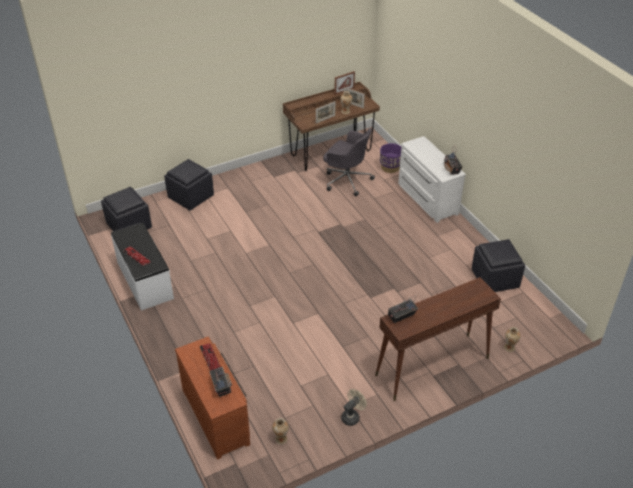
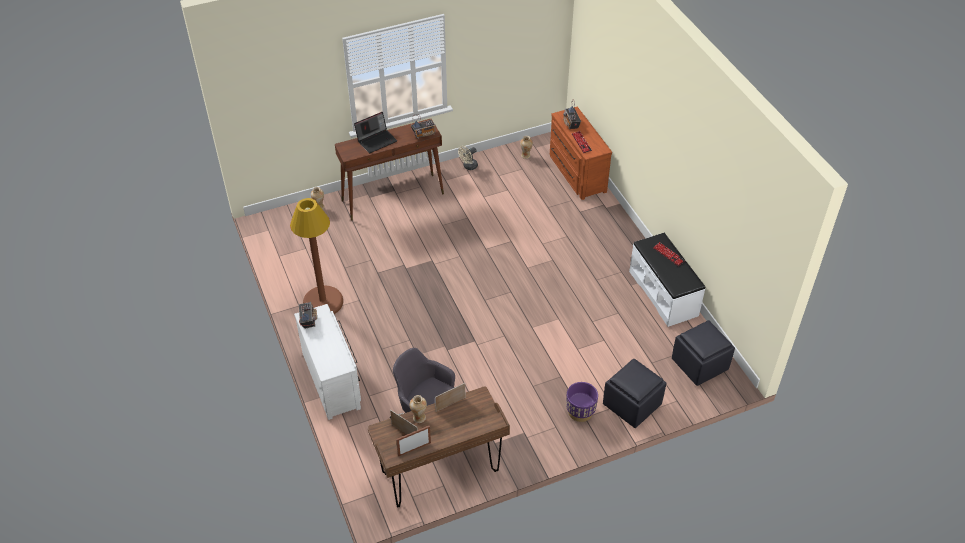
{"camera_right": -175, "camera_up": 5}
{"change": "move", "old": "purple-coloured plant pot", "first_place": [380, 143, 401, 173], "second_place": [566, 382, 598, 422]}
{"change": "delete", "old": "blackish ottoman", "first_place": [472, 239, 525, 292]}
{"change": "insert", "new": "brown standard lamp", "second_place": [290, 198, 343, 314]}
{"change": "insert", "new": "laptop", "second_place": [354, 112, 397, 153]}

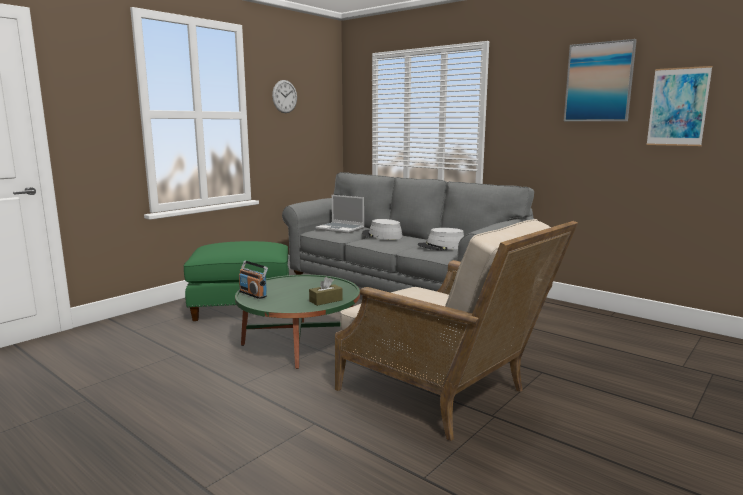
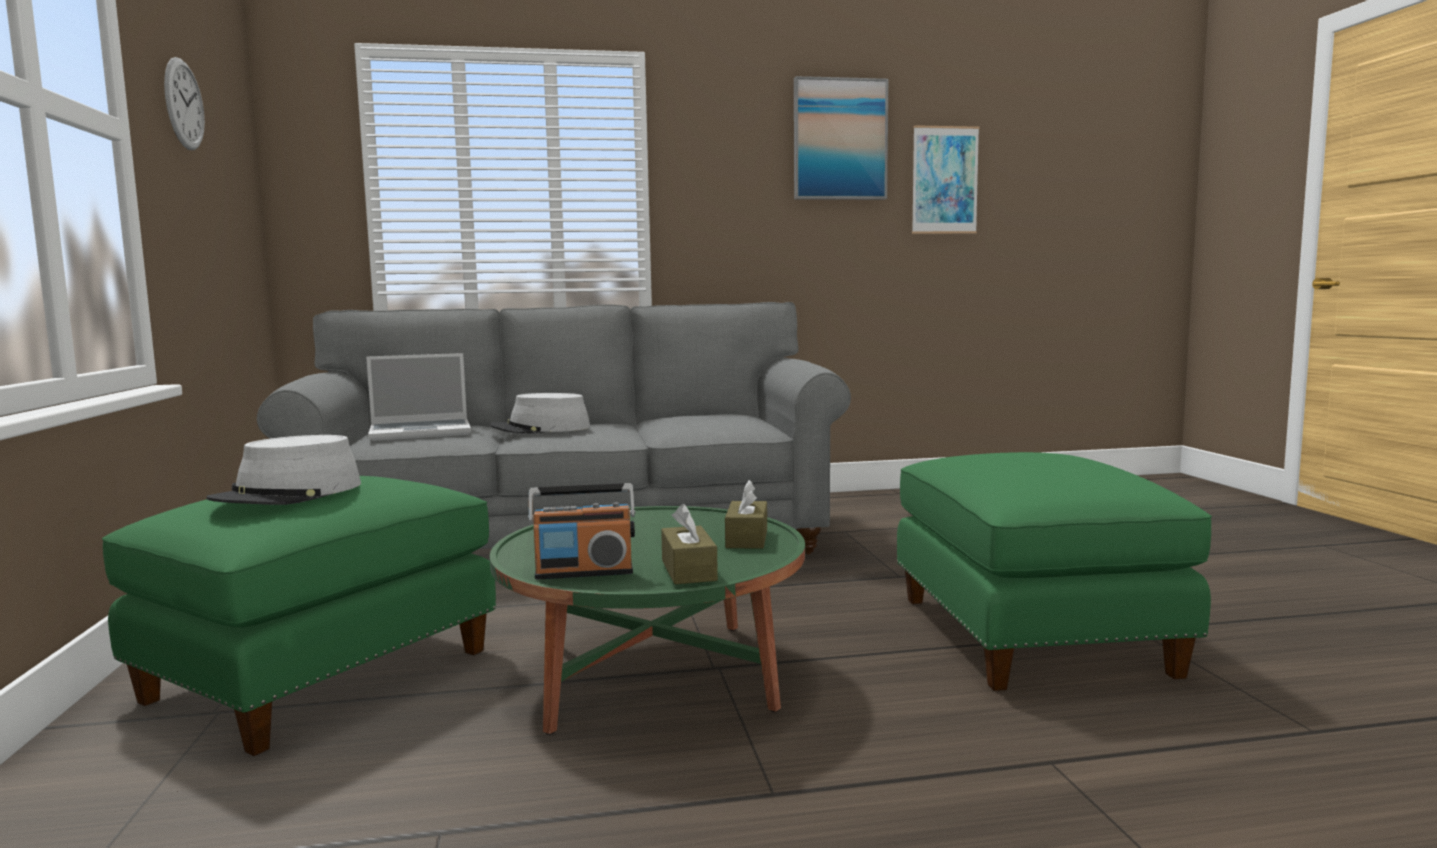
{"camera_right": -50, "camera_up": -5}
{"change": "replace", "old": "beige-coloured easy chair", "new": "greenish ottoman", "first_place": [335, 219, 578, 441], "second_place": [897, 452, 1212, 691]}
{"change": "move", "old": "grey hat", "first_place": [418, 228, 464, 250], "second_place": [206, 435, 361, 505]}
{"change": "insert", "new": "brown tissue holder", "second_place": [661, 504, 718, 584]}

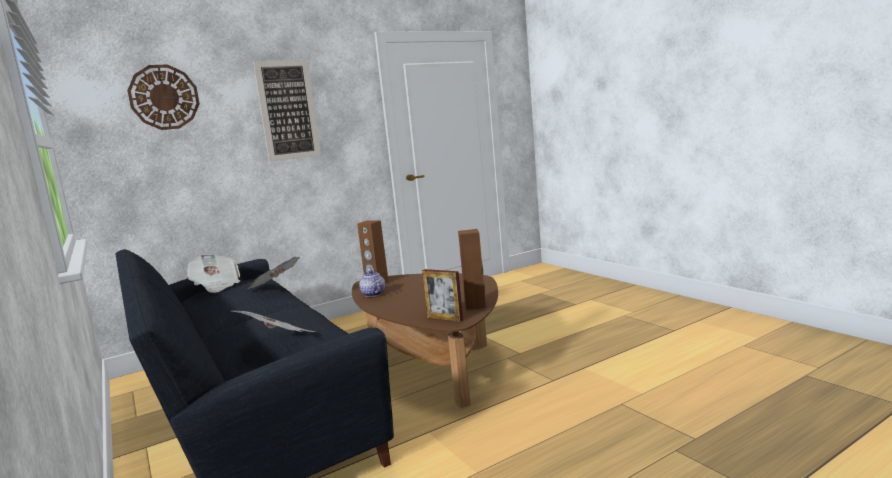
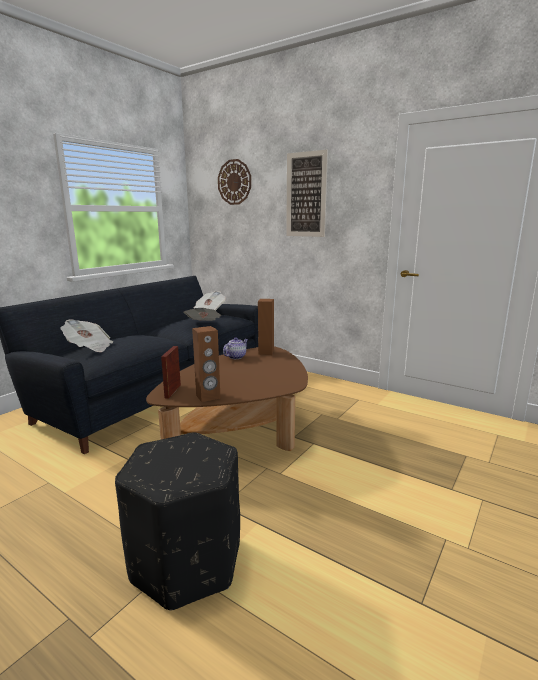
{"camera_right": 65, "camera_up": 5}
{"change": "insert", "new": "blackish ottoman", "second_place": [115, 432, 240, 611]}

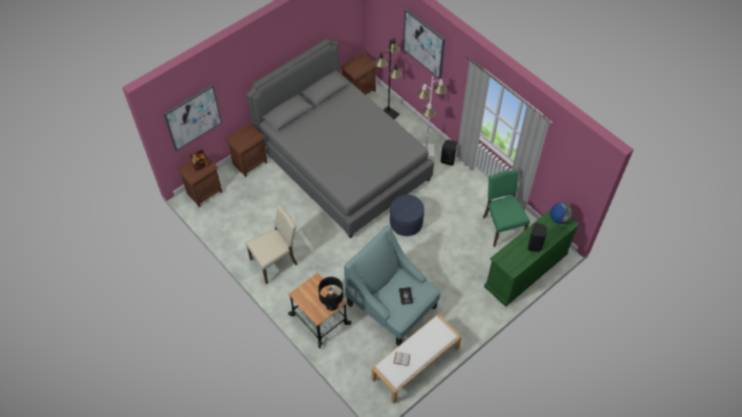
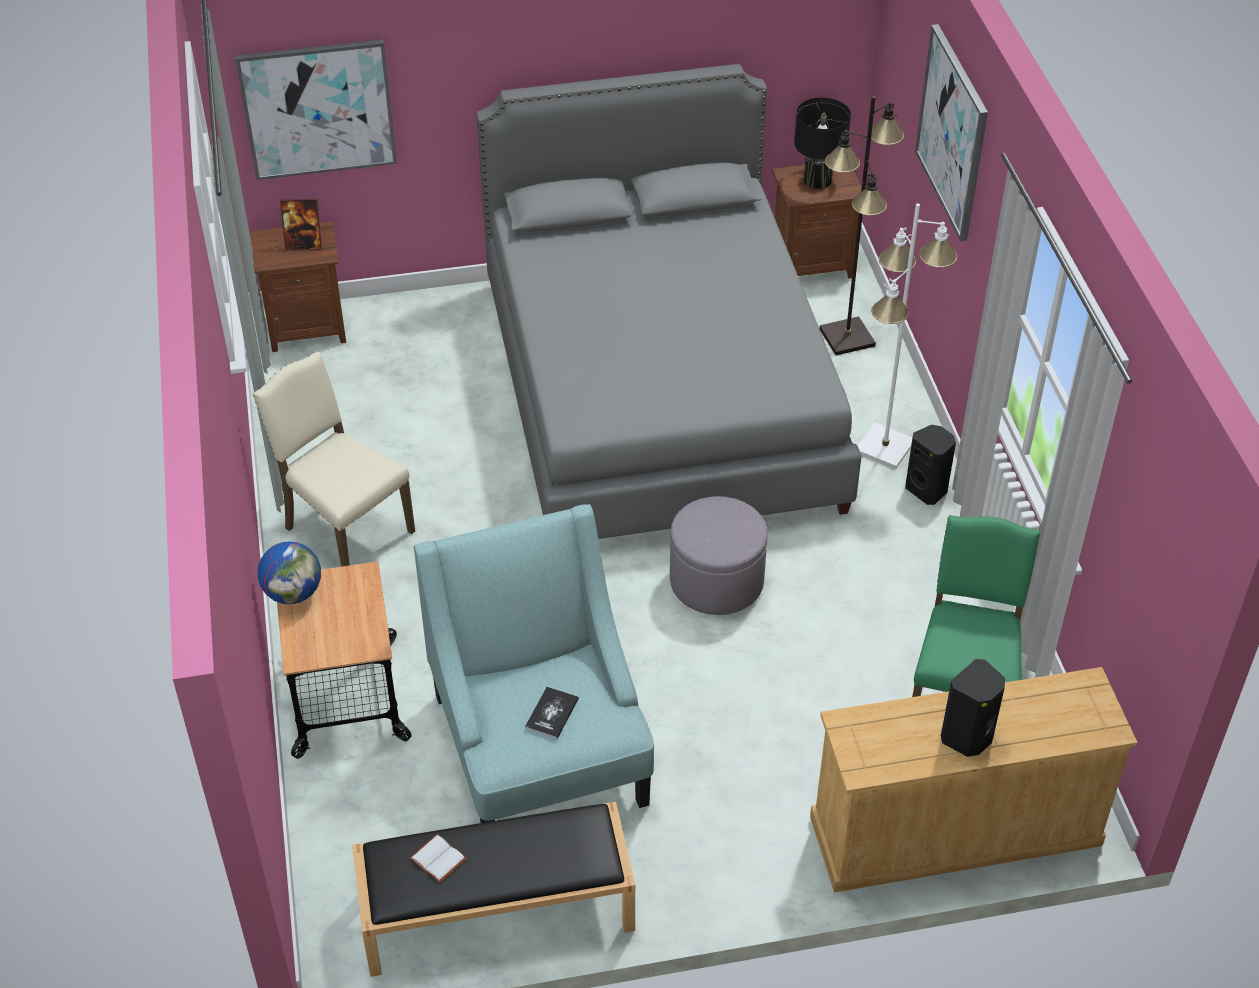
{"camera_right": 30, "camera_up": -10}
{"change": "delete", "old": "brown night table", "first_place": [225, 123, 268, 177]}
{"change": "rotate", "old": "beige-coloured chair", "first_place": [245, 205, 298, 284], "second_place": [252, 352, 415, 567], "degrees": -135}
{"change": "move", "old": "blackish tabletop lamp", "first_place": [318, 277, 344, 311], "second_place": [794, 98, 851, 189]}
{"change": "recolor", "old": "white bench", "new": "blackish bench", "first_place": [371, 314, 462, 403], "second_place": [352, 802, 635, 977]}
{"change": "recolor", "old": "blue ottoman", "new": "grey ottoman", "first_place": [390, 195, 424, 236], "second_place": [670, 496, 768, 615]}
{"change": "recolor", "old": "greenish chest of drawers", "new": "beige-coloured chest of drawers", "first_place": [484, 209, 579, 307], "second_place": [810, 667, 1138, 893]}
{"change": "move", "old": "world globe", "first_place": [550, 202, 572, 224], "second_place": [258, 542, 321, 604]}

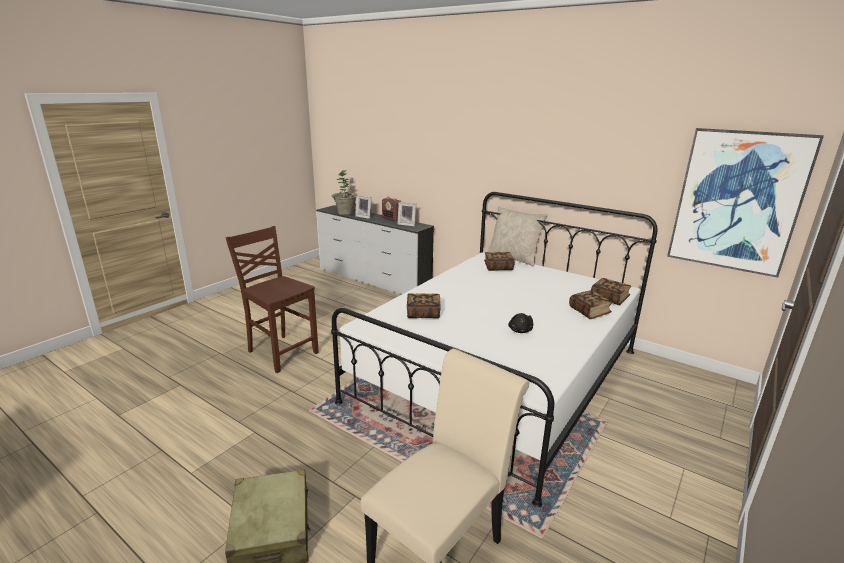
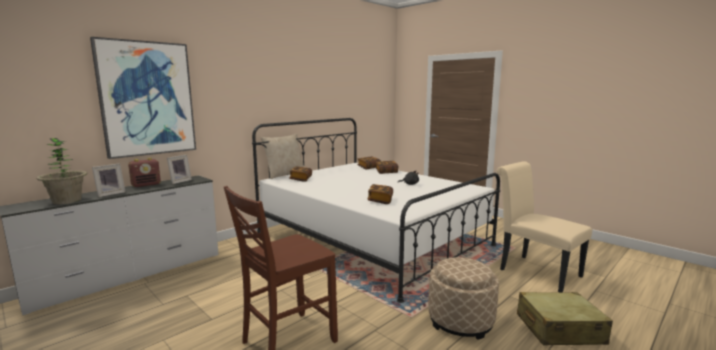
{"camera_right": -80, "camera_up": -10}
{"change": "move", "old": "wall art", "first_place": [667, 128, 824, 278], "second_place": [90, 37, 196, 159]}
{"change": "insert", "new": "beige-coloured ottoman", "second_place": [428, 257, 499, 340]}

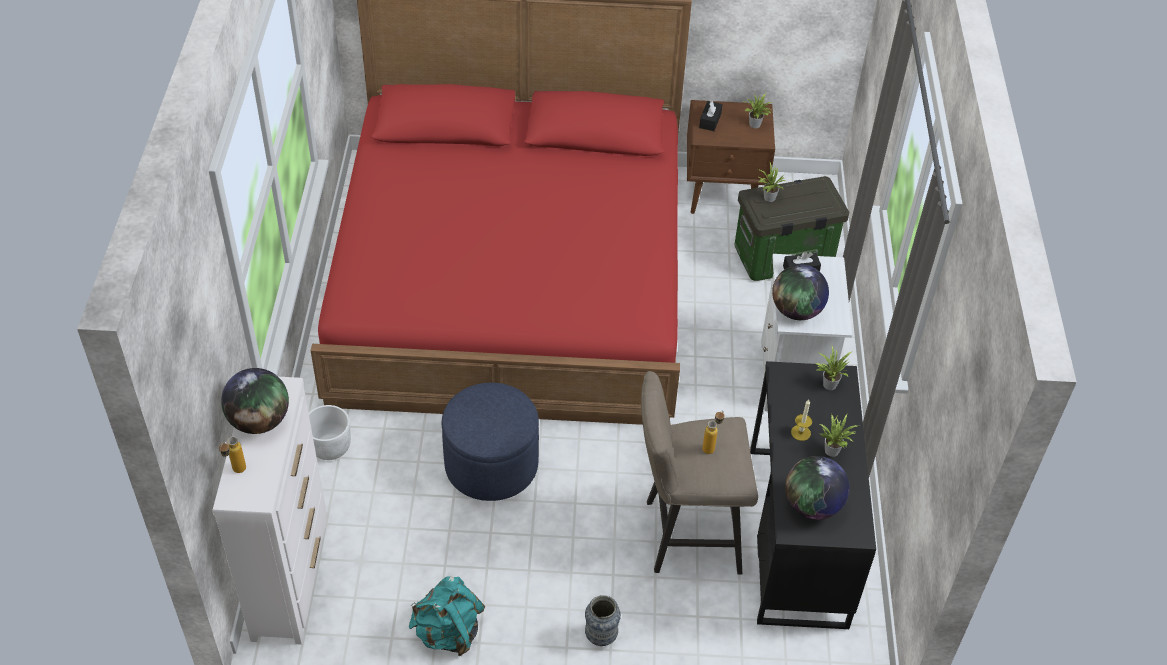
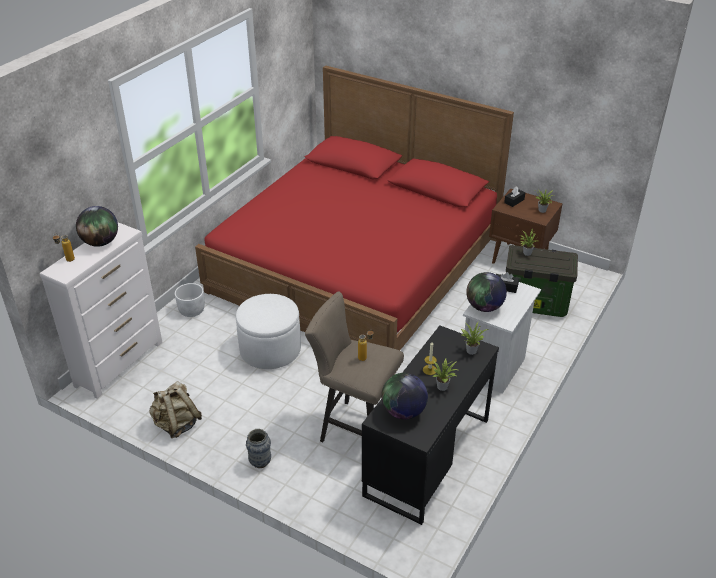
{"camera_right": 30, "camera_up": -10}
{"change": "recolor", "old": "blue-green backpack", "new": "beige-coloured backpack", "first_place": [409, 576, 485, 656], "second_place": [149, 381, 202, 438]}
{"change": "recolor", "old": "blue ottoman", "new": "white ottoman", "first_place": [442, 383, 539, 501], "second_place": [236, 294, 301, 369]}

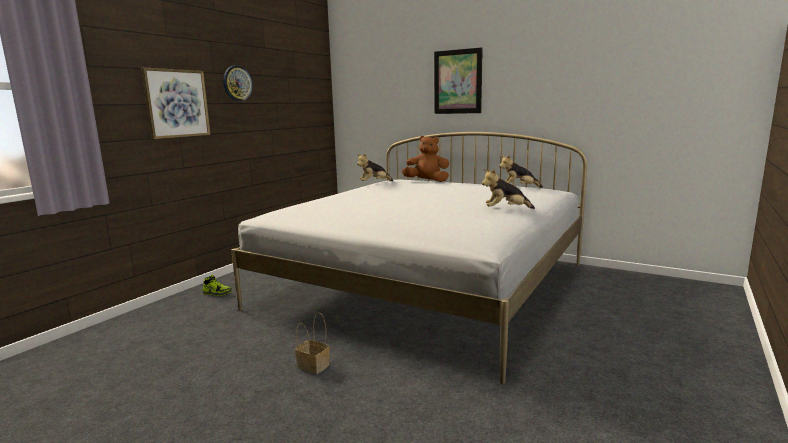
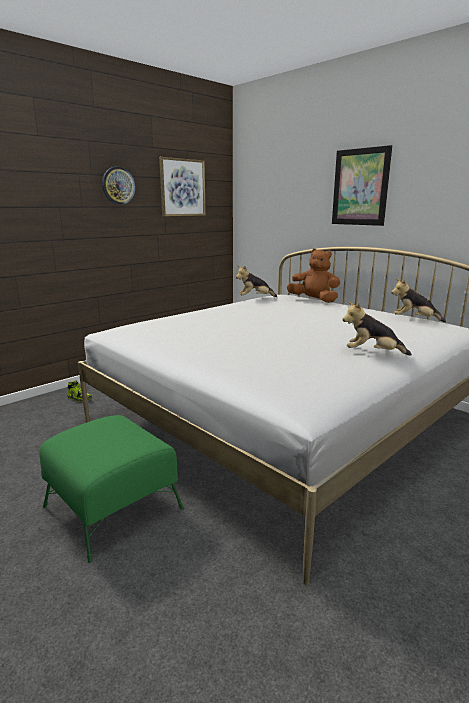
{"camera_right": 15, "camera_up": 5}
{"change": "move", "old": "wall art", "first_place": [141, 68, 211, 139], "second_place": [159, 157, 206, 216]}
{"change": "replace", "old": "storage basket", "new": "greenish ottoman", "first_place": [295, 312, 330, 374], "second_place": [39, 415, 184, 563]}

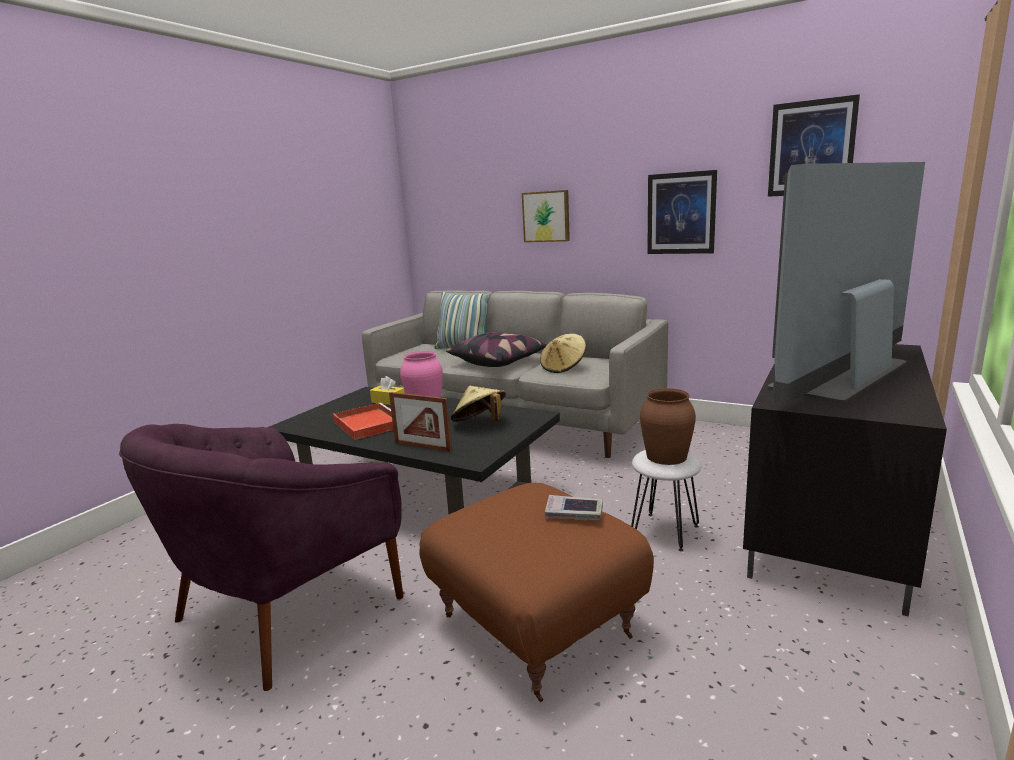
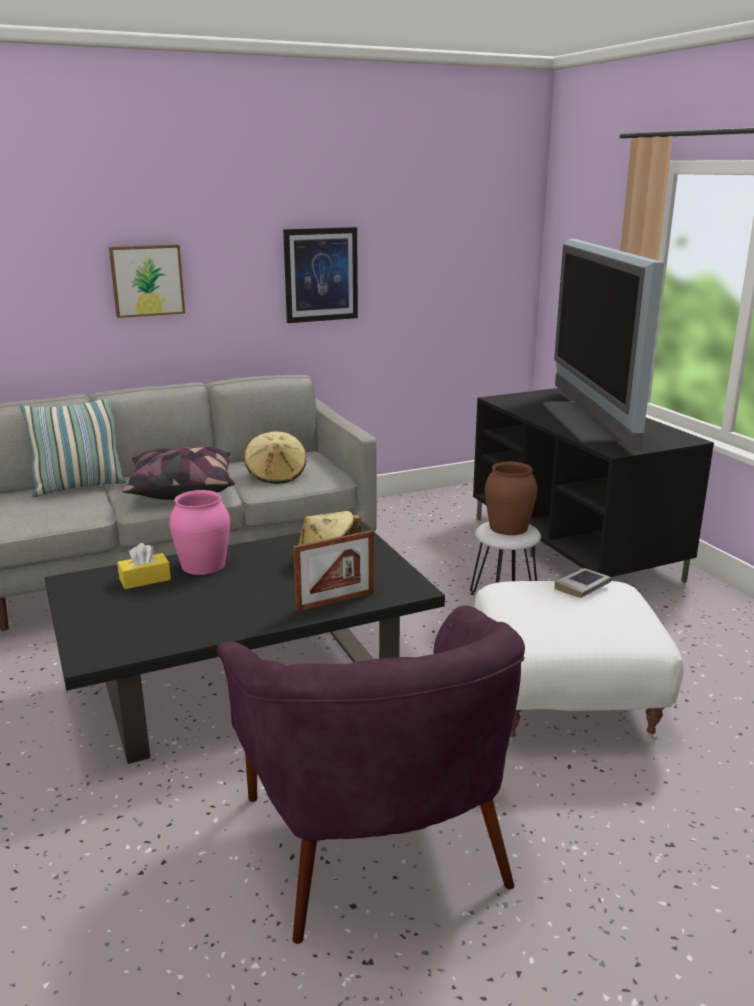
{"camera_right": -55, "camera_up": 5}
{"change": "delete", "old": "red-coloured carrying tray", "first_place": [333, 403, 393, 440]}
{"change": "recolor", "old": "brown ottoman", "new": "white ottoman", "first_place": [419, 483, 654, 702], "second_place": [474, 581, 683, 744]}
{"change": "delete", "old": "wall art", "first_place": [768, 94, 860, 197]}

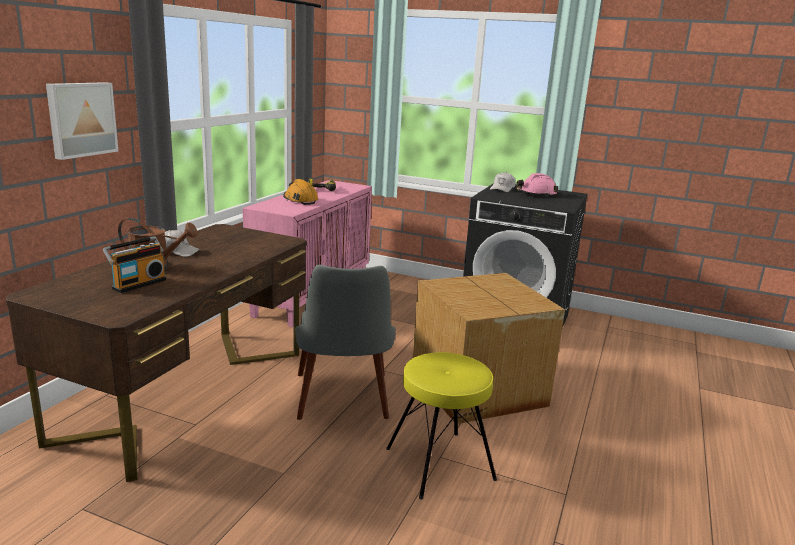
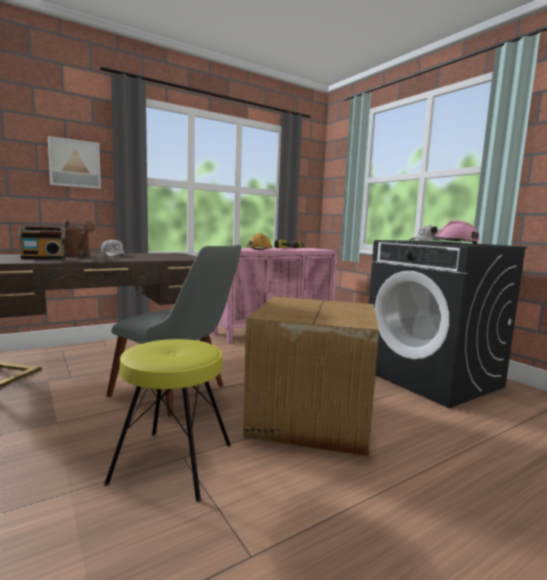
{"camera_right": 35, "camera_up": -10}
{"change": "rotate", "old": "grey chair", "first_place": [296, 265, 396, 420], "second_place": [106, 244, 241, 416], "degrees": -90}

